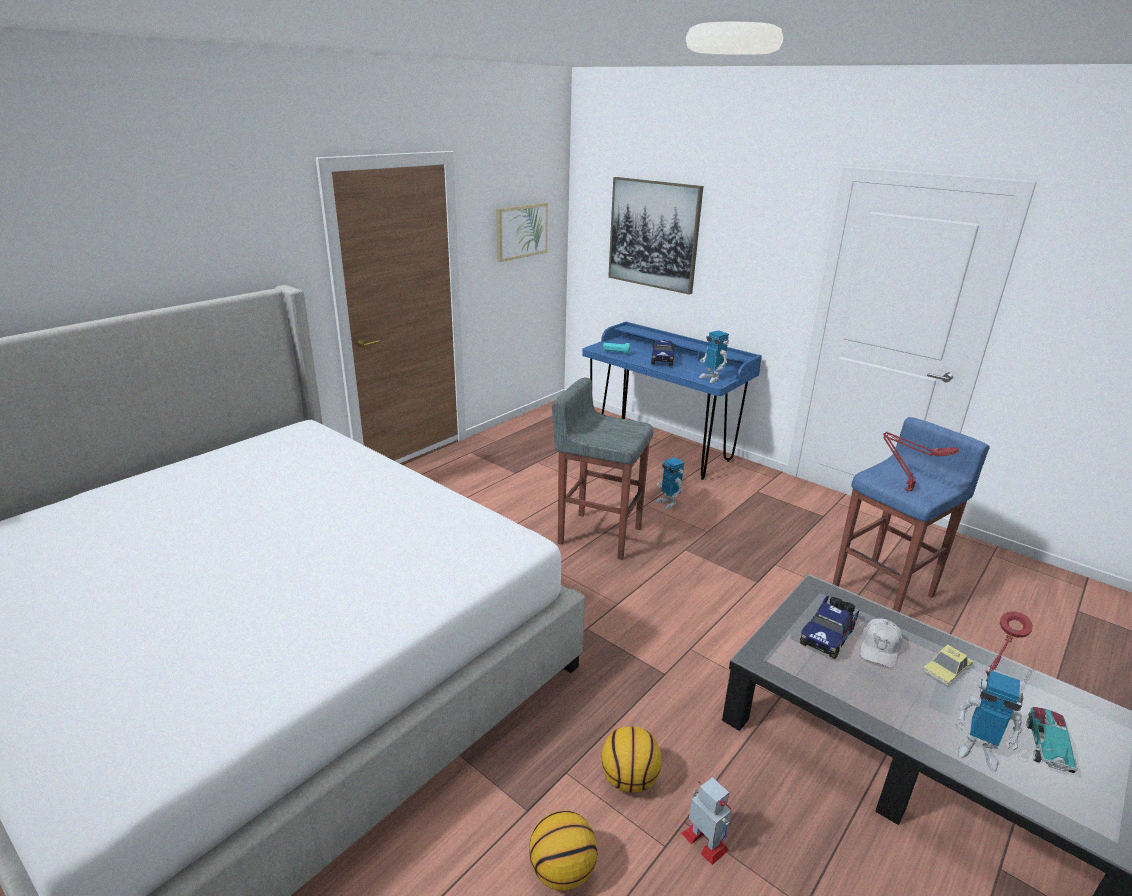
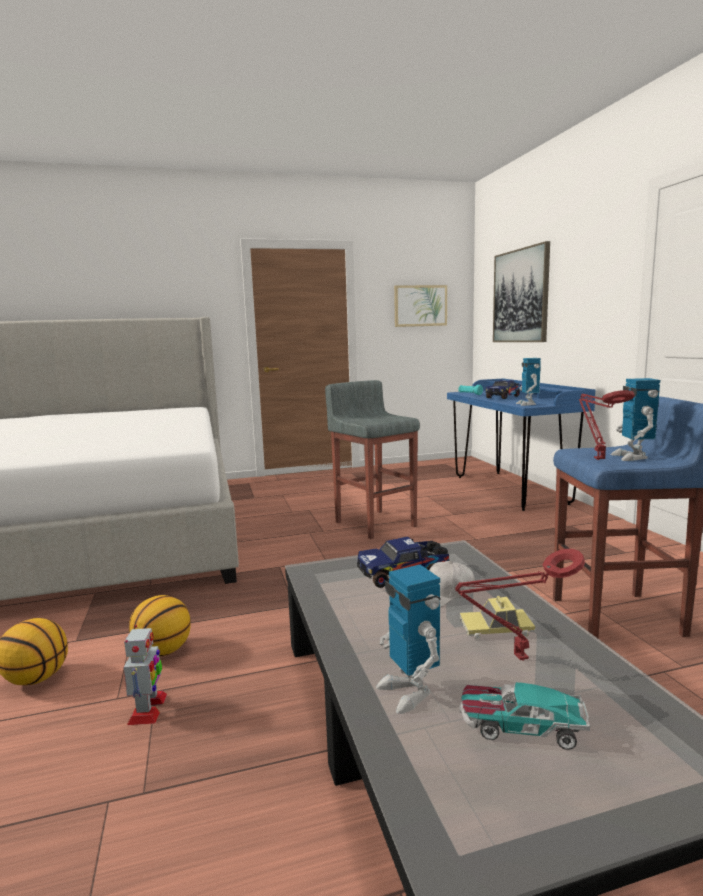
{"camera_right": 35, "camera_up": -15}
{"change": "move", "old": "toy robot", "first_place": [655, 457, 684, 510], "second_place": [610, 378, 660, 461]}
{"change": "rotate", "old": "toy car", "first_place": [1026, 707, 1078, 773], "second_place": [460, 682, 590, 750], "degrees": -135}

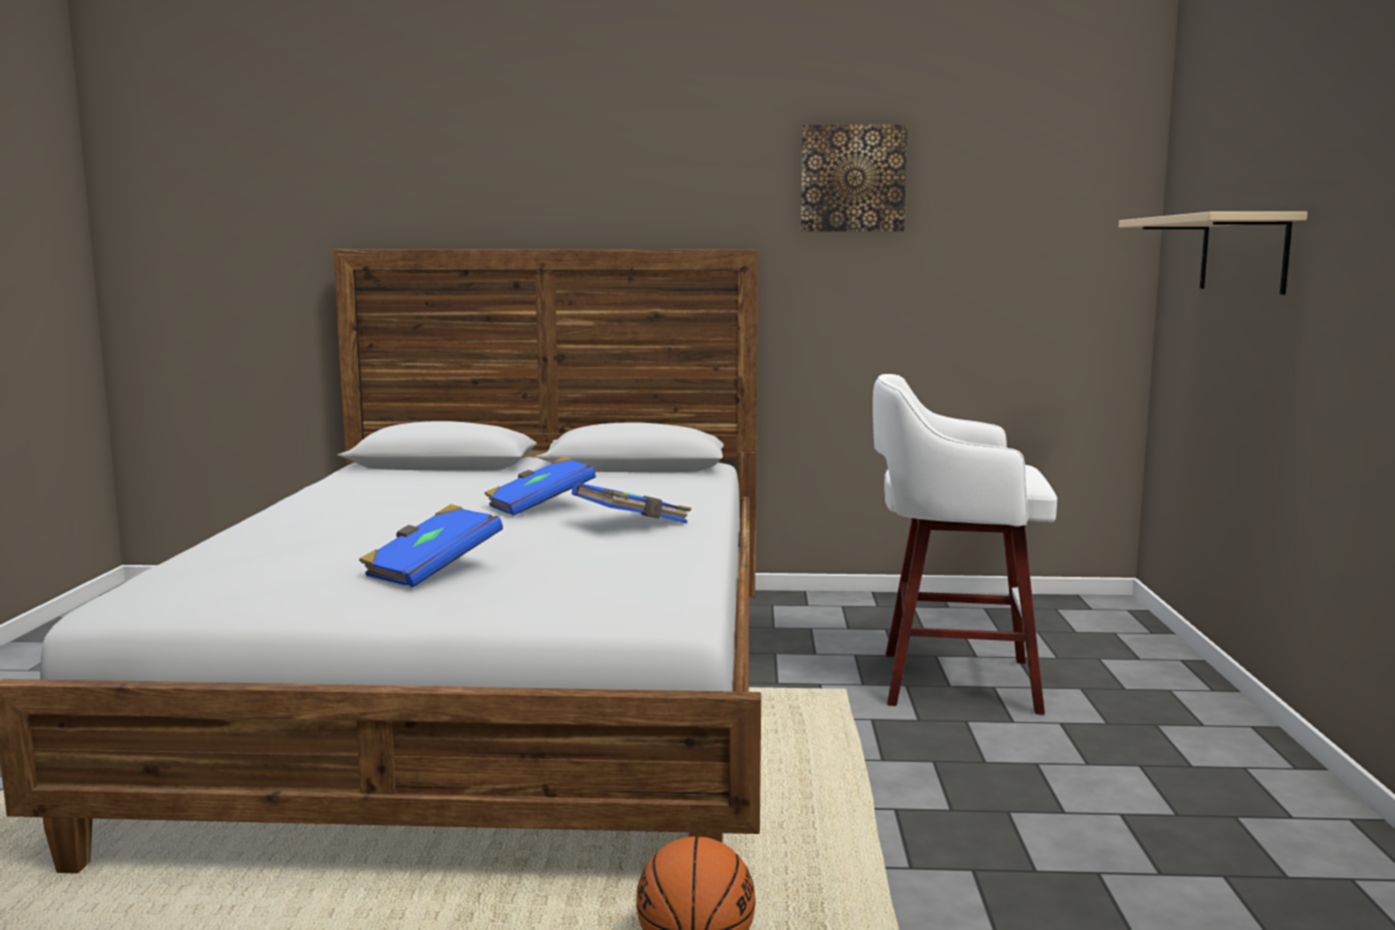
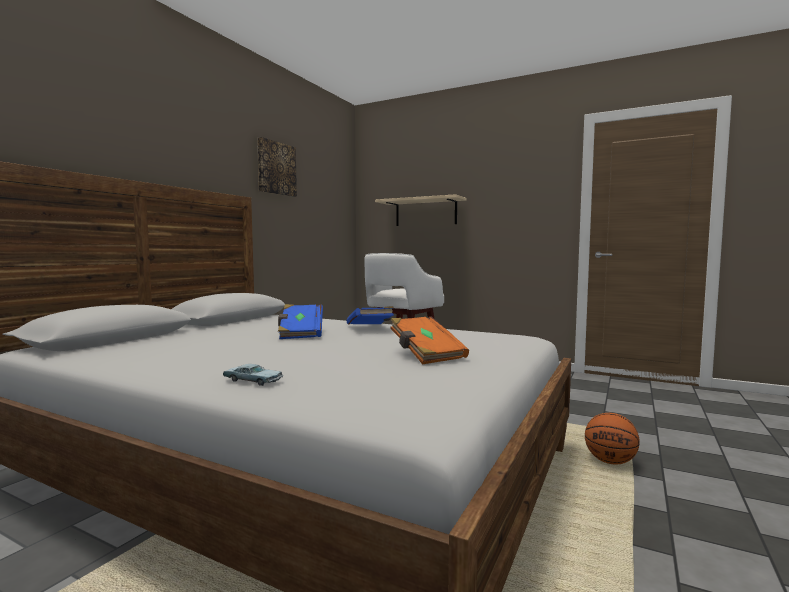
{"camera_right": -65, "camera_up": -5}
{"change": "recolor", "old": "blue volume", "new": "orange-coloured volume", "first_place": [359, 504, 503, 587], "second_place": [390, 316, 469, 364]}
{"change": "insert", "new": "blue toy car", "second_place": [223, 364, 283, 386]}

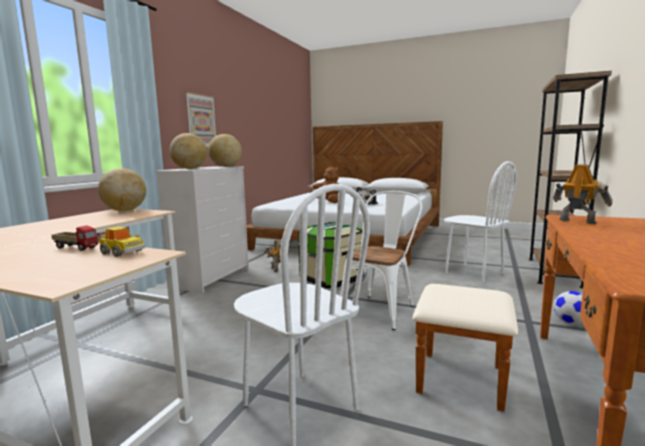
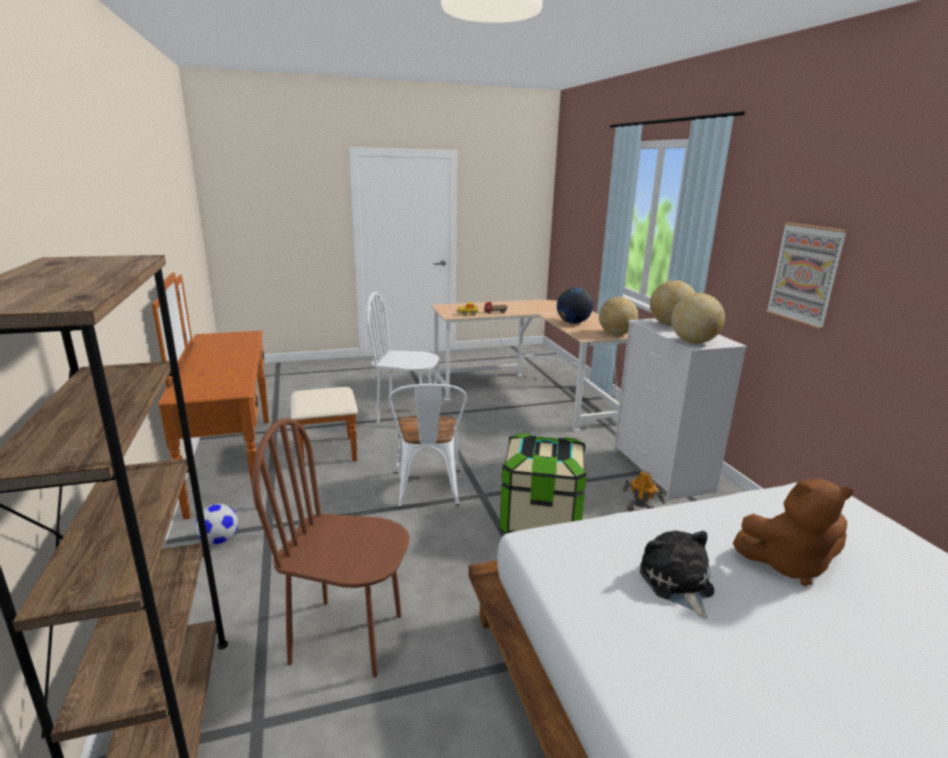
{"camera_right": 140, "camera_up": 10}
{"change": "recolor", "old": "white chair", "new": "brown chair", "first_place": [444, 161, 517, 283], "second_place": [252, 418, 410, 677]}
{"change": "delete", "old": "toy robot", "first_place": [553, 164, 613, 224]}
{"change": "insert", "new": "world globe", "second_place": [557, 287, 593, 324]}

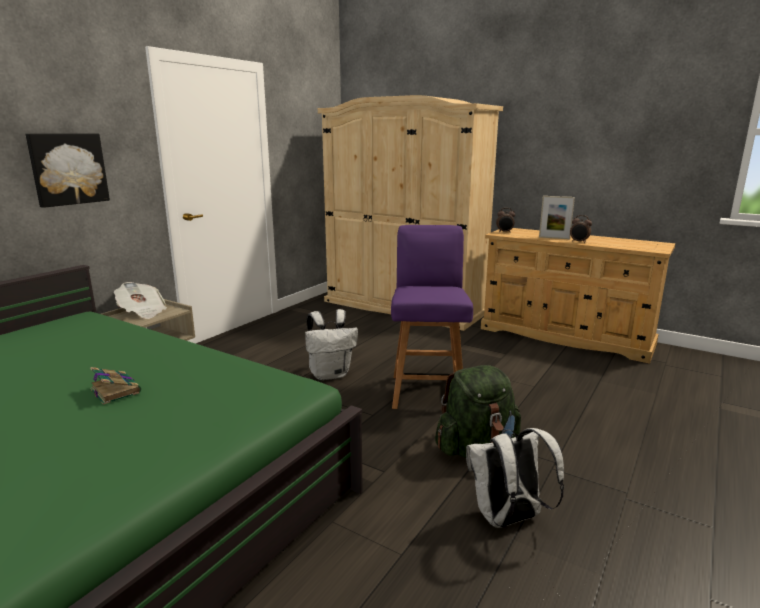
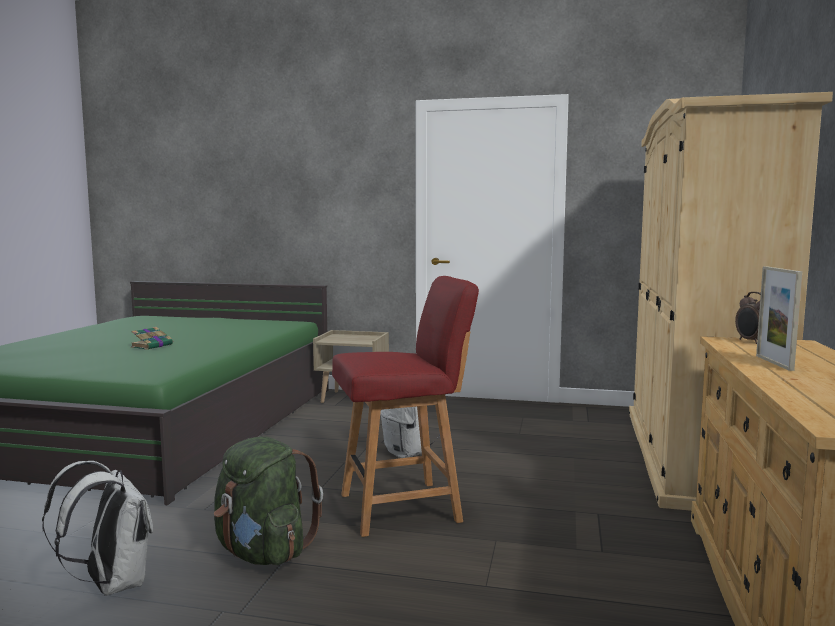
{"camera_right": 70, "camera_up": -10}
{"change": "delete", "old": "wall art", "first_place": [26, 134, 110, 208]}
{"change": "delete", "old": "printed paper", "first_place": [114, 282, 167, 319]}
{"change": "recolor", "old": "purple-coloured chair", "new": "red-coloured chair", "first_place": [391, 225, 473, 409], "second_place": [332, 276, 479, 537]}
{"change": "delete", "old": "alarm clock", "first_place": [570, 215, 592, 243]}

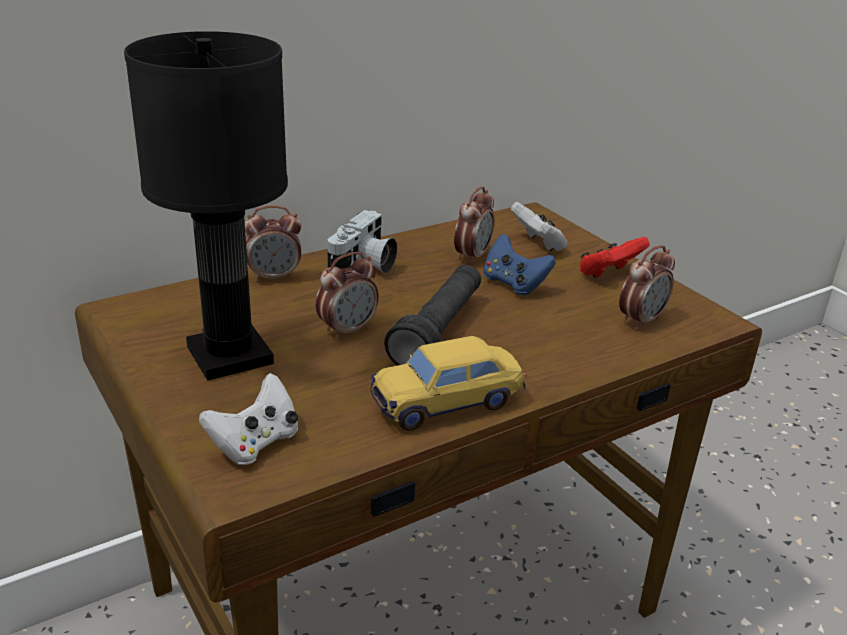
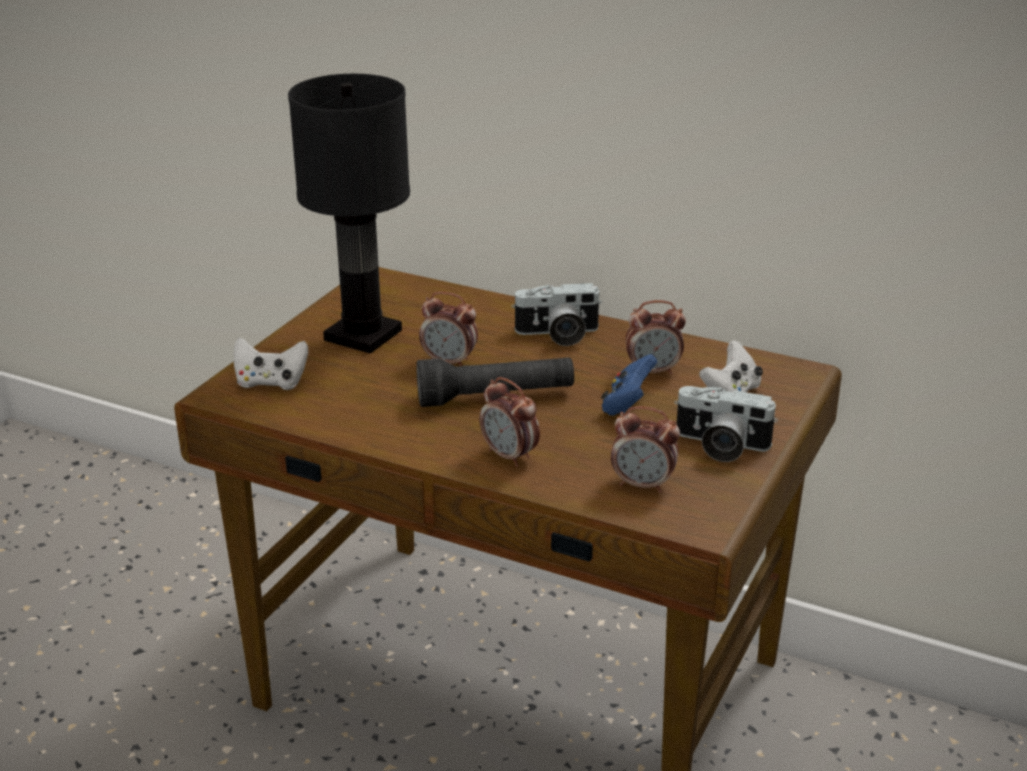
{"camera_right": 60, "camera_up": 0}
{"change": "move", "old": "alarm clock", "first_place": [245, 205, 301, 282], "second_place": [480, 377, 540, 467]}
{"change": "delete", "old": "toy car", "first_place": [370, 336, 526, 431]}
{"change": "replace", "old": "red-coloured joypad", "new": "photo camera", "first_place": [580, 237, 649, 278], "second_place": [674, 386, 778, 462]}

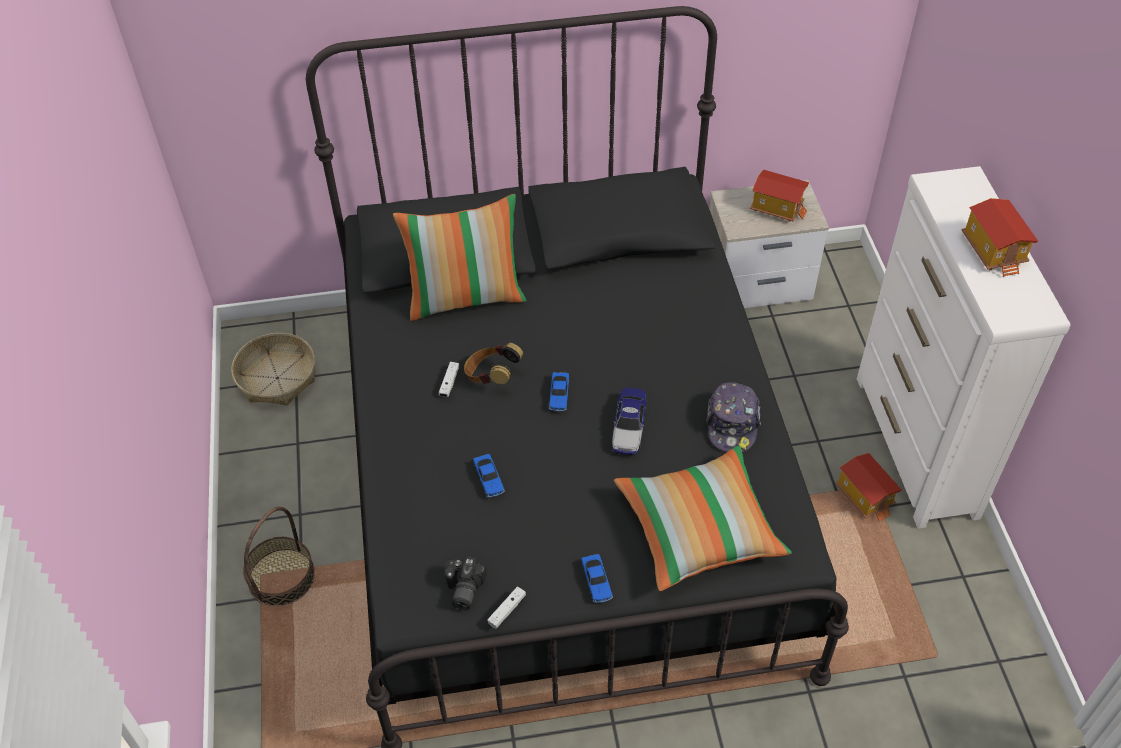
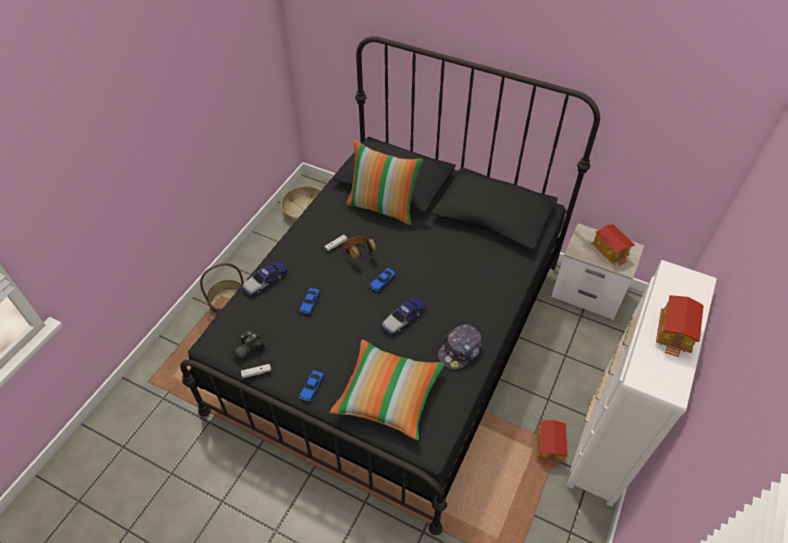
{"camera_right": 35, "camera_up": 0}
{"change": "insert", "new": "toy car", "second_place": [242, 261, 288, 296]}

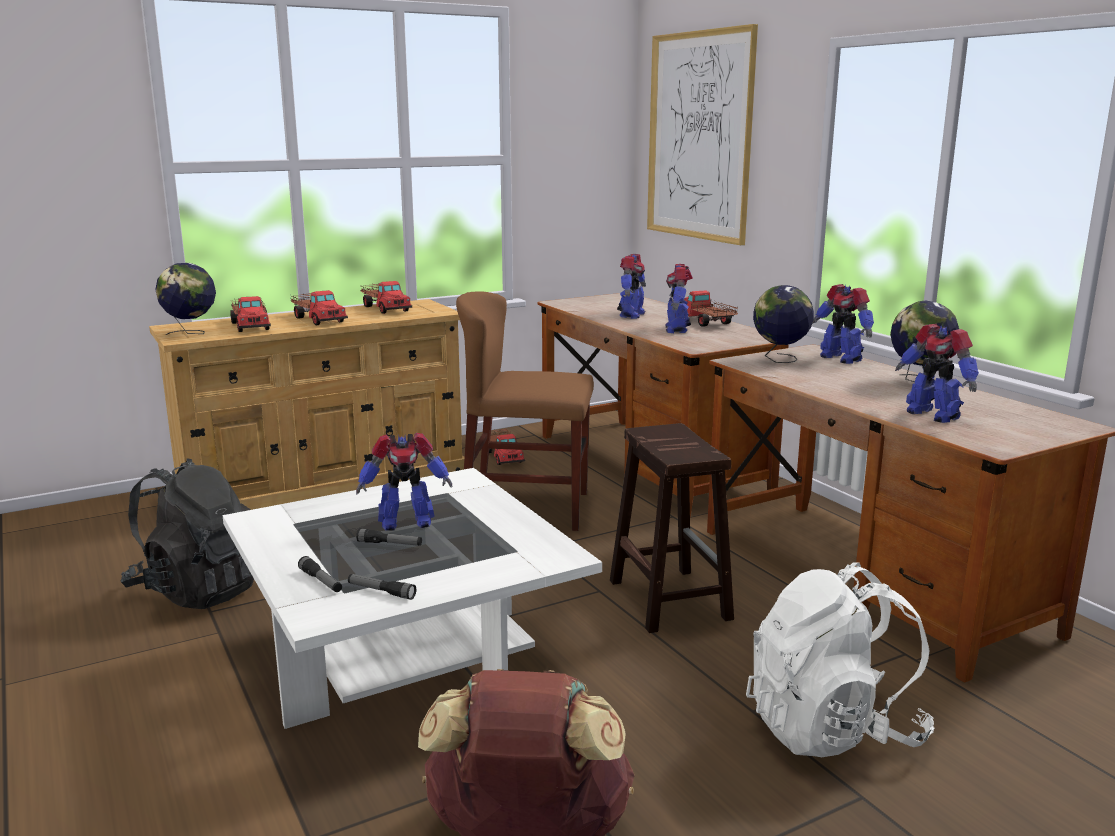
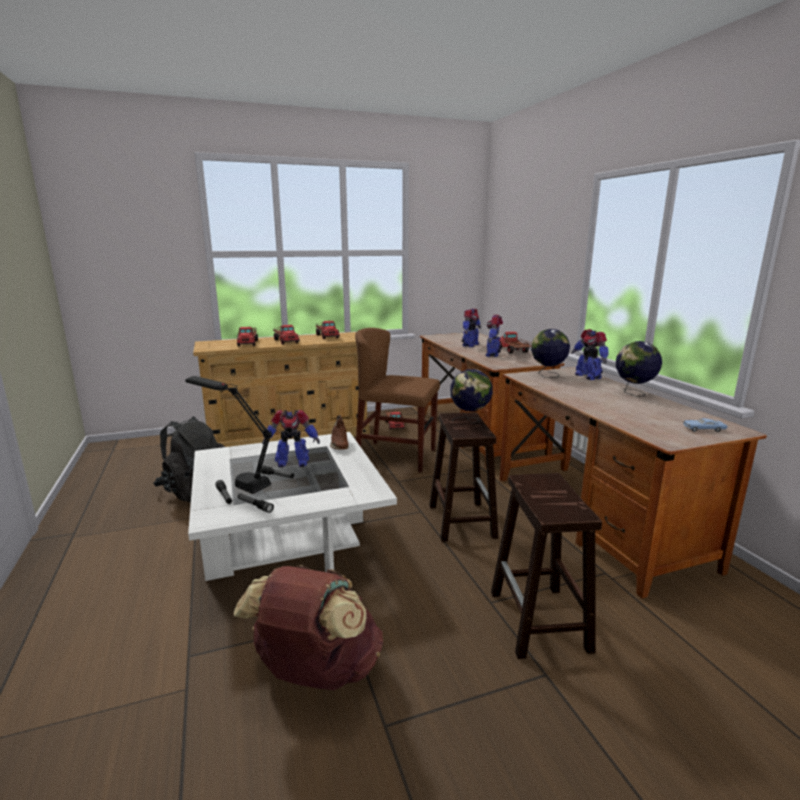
{"camera_right": 10, "camera_up": 0}
{"change": "move", "old": "world globe", "first_place": [155, 263, 216, 335], "second_place": [450, 369, 493, 423]}
{"change": "delete", "old": "wall art", "first_place": [647, 24, 758, 245]}
{"change": "replace", "old": "white backpack", "new": "brown stool", "first_place": [746, 563, 934, 757], "second_place": [491, 473, 602, 659]}
{"change": "delete", "old": "toy robot", "first_place": [895, 324, 979, 423]}
{"change": "insert", "new": "blackish tabletop lamp", "second_place": [185, 376, 272, 494]}
{"change": "insert", "new": "brown shoe", "second_place": [330, 415, 349, 450]}
{"change": "insert", "new": "blue toy car", "second_place": [683, 418, 727, 432]}

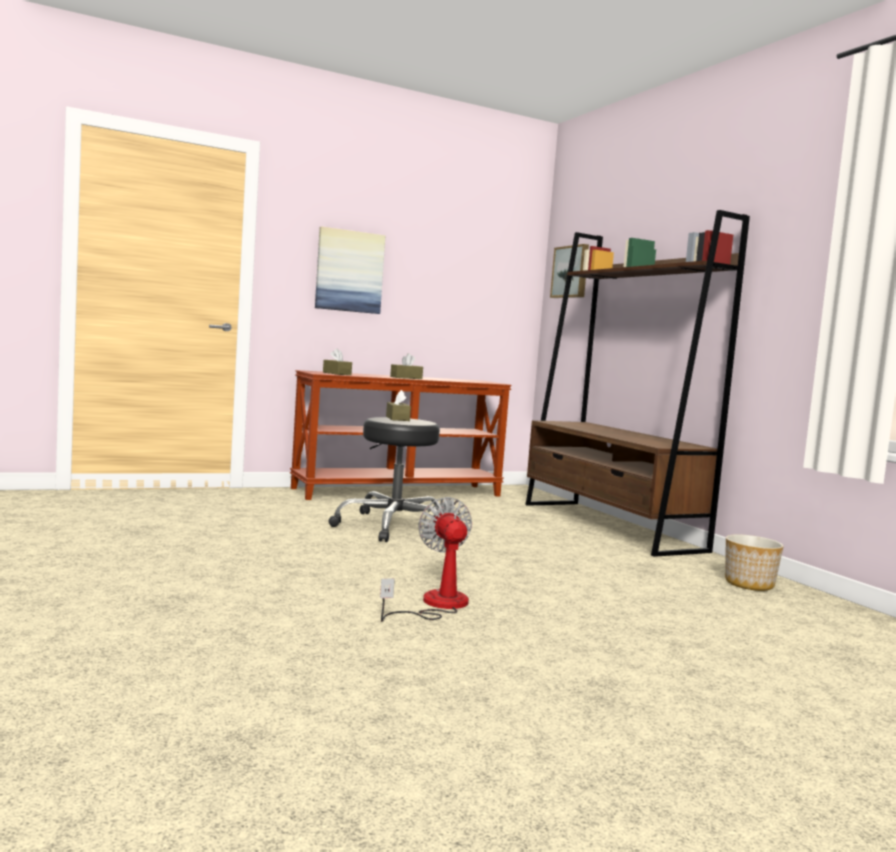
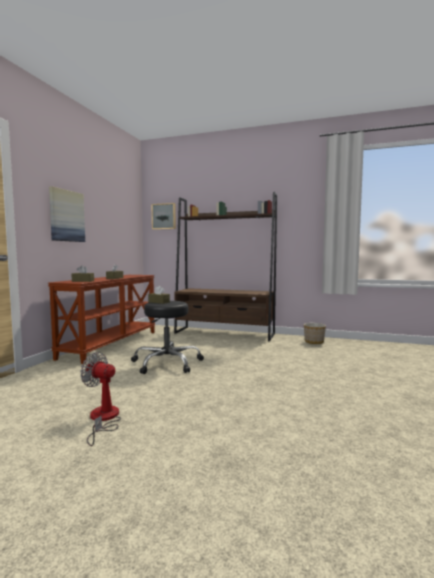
{"camera_right": -45, "camera_up": 0}
{"change": "move", "old": "electric fan", "first_place": [380, 497, 472, 622], "second_place": [80, 352, 121, 446]}

